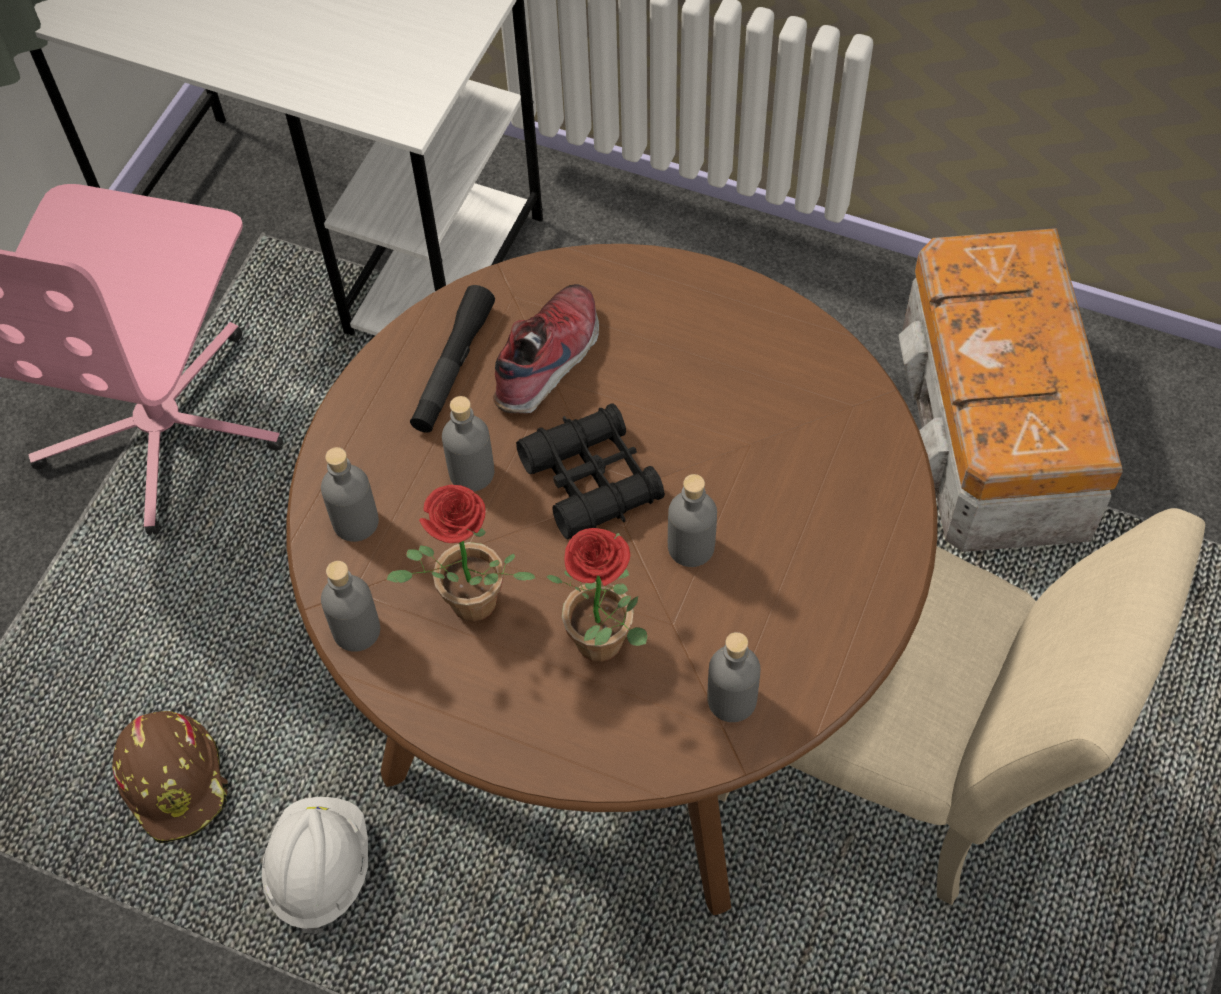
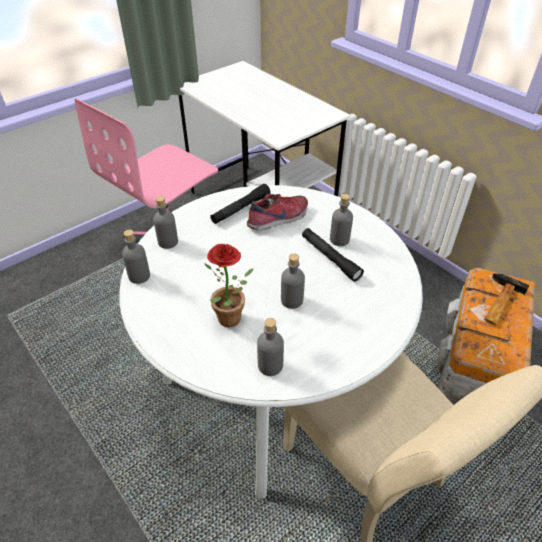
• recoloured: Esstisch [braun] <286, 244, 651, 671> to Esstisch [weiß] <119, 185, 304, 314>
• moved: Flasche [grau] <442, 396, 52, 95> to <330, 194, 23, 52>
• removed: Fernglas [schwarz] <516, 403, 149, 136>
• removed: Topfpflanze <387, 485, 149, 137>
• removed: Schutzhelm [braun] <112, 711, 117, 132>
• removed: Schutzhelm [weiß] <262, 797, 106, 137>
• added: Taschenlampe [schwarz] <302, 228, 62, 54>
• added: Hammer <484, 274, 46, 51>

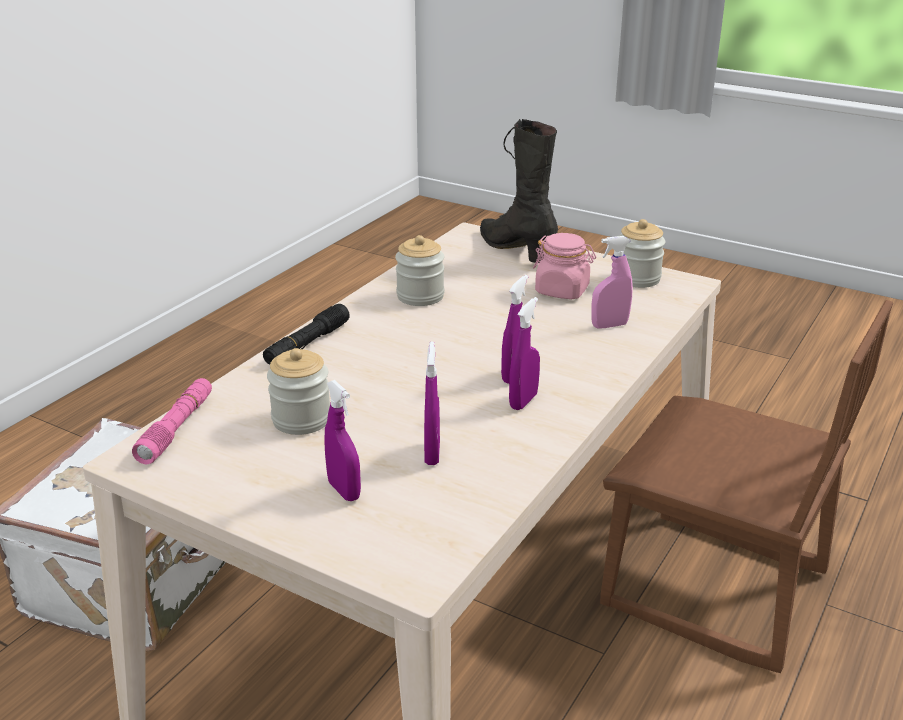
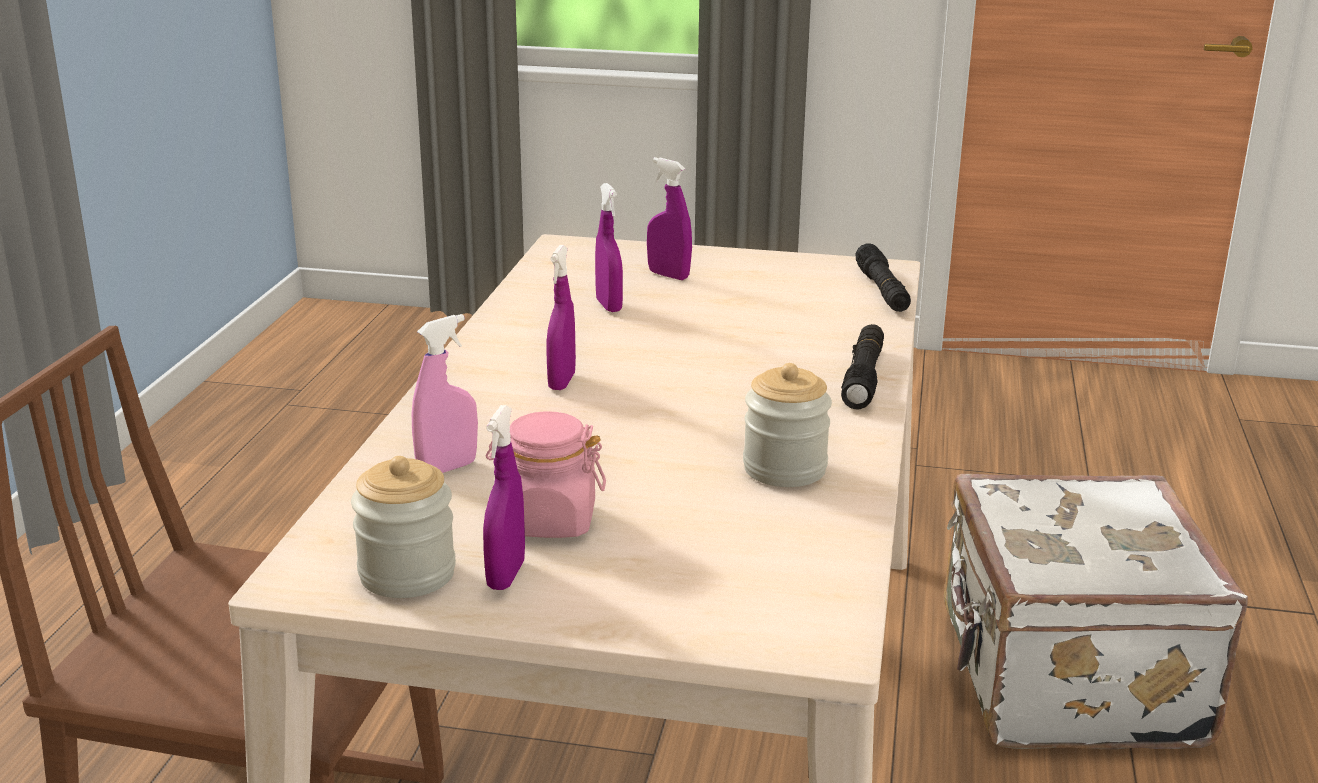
• removed: Stiefel [schwarz] <480, 119, 78, 144>
• moved: Sprühflasche [lila] <509, 297, 31, 113> to <483, 405, 42, 185>
• removed: Vorratsglas <267, 348, 63, 87>
• recoloured: Taschenlampe [rosa] <132, 378, 80, 86> to Taschenlampe [schwarz] <855, 244, 56, 68>

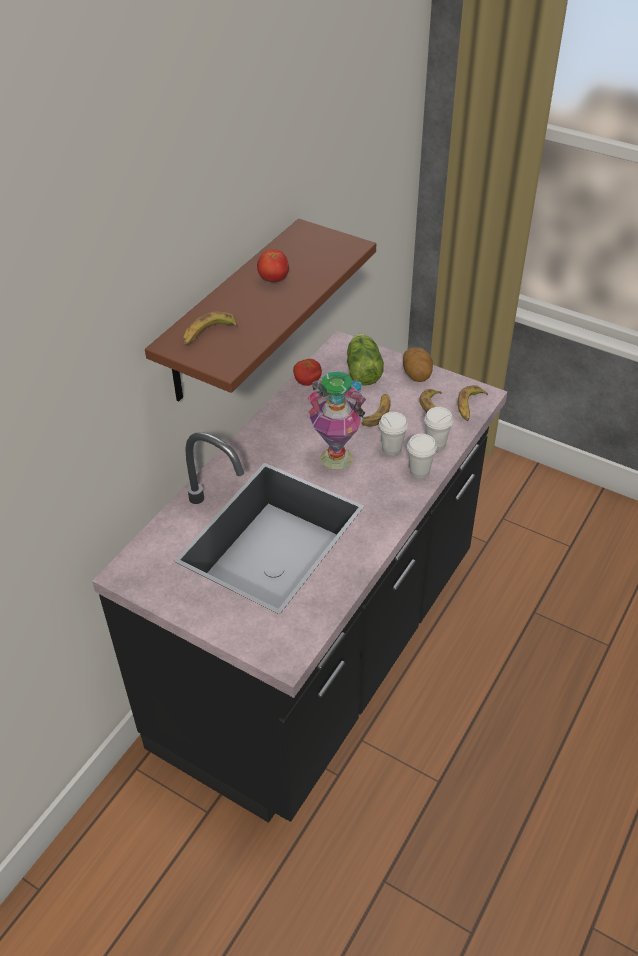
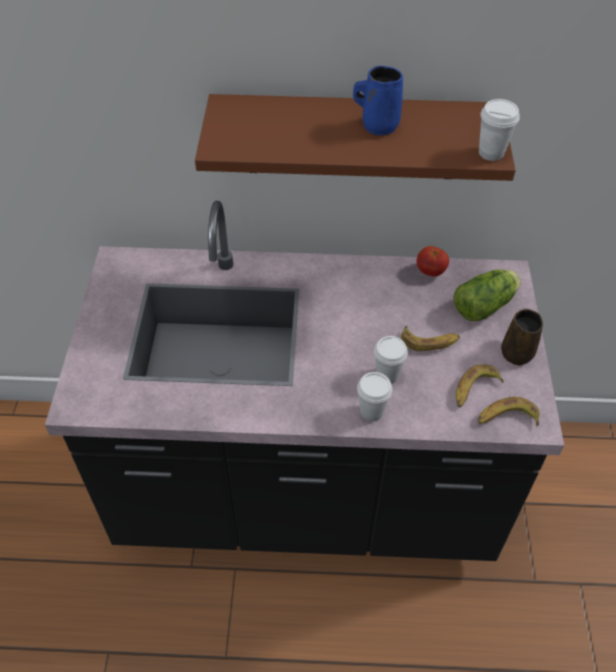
• replaced: Tomate <257, 249, 32, 33> to Henkelbecher [blau] <353, 66, 50, 69>
• removed: Banane <183, 311, 55, 35>
• replaced: Kartoffel <403, 347, 30, 35> to Henkelbecher [braun] <501, 309, 42, 56>
• removed: Vase <308, 371, 58, 98>
• moved: Tasse [weiß] <424, 407, 29, 44> to <479, 99, 41, 62>

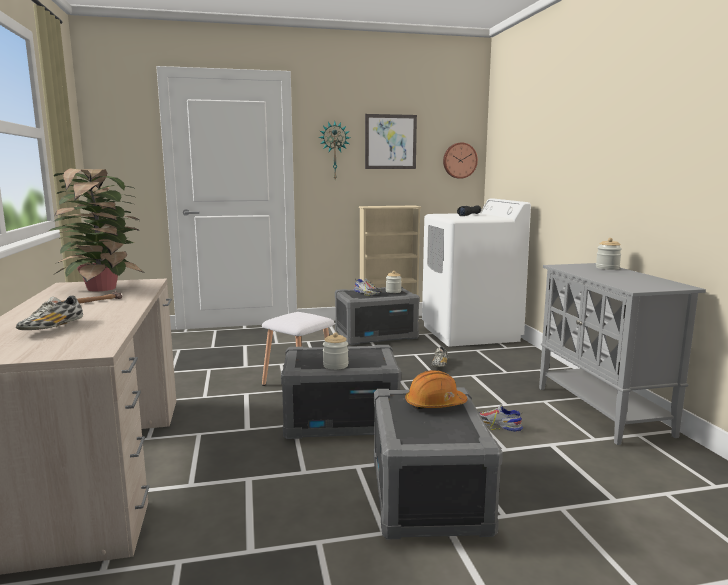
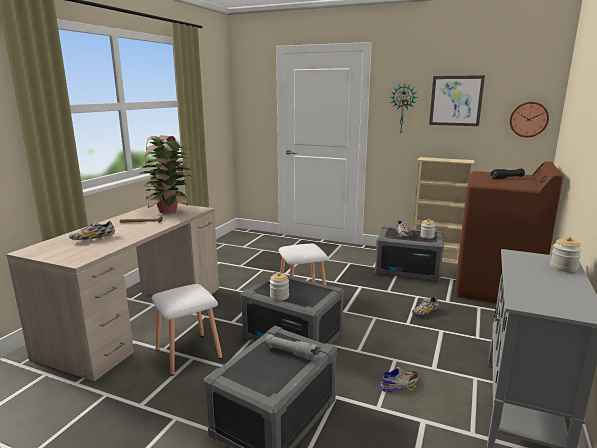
• recoloured: Waschmaschine [weiß] <422, 199, 109, 147> to Waschmaschine [braun] <455, 162, 109, 141>
• replaced: Schutzhelm [orange] <405, 370, 62, 39> to Taschenlampe [grau] <265, 334, 53, 26>
• turned: Schuh <479, 405, 44, 27> = <380, 367, 39, 25> 90 degrees clockwise
• added: Hocker [weiß] <152, 284, 70, 92>

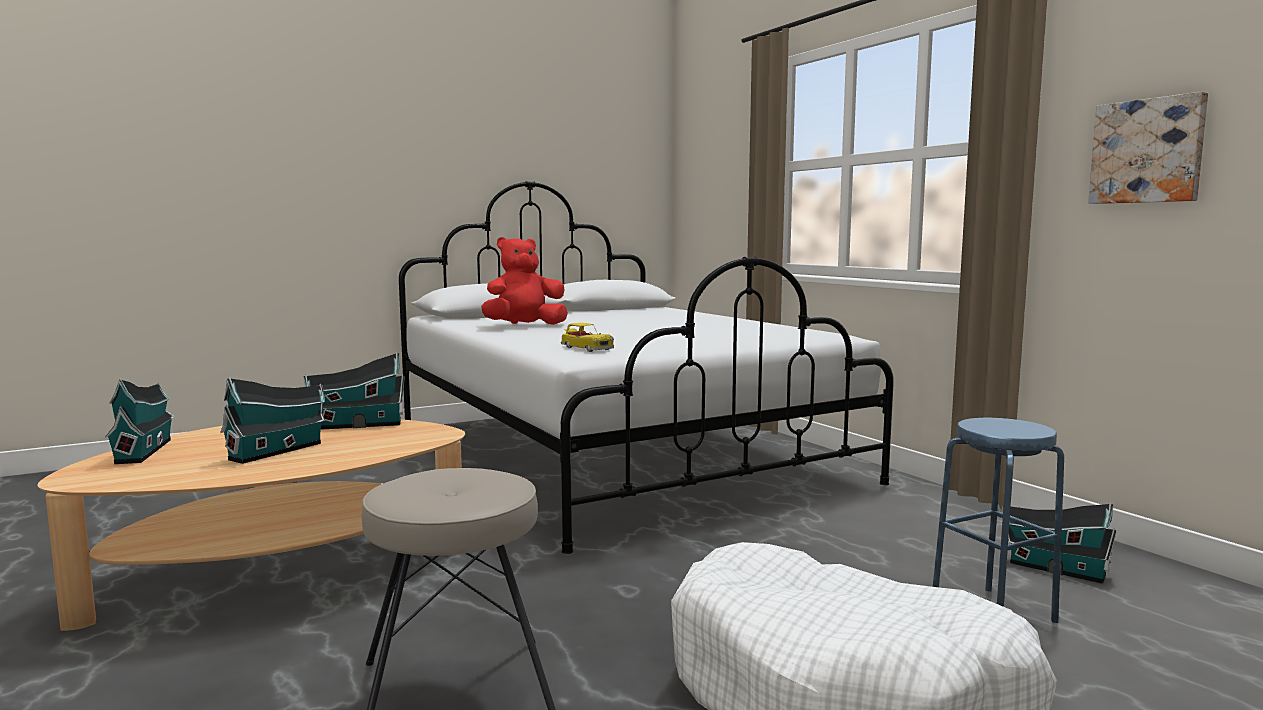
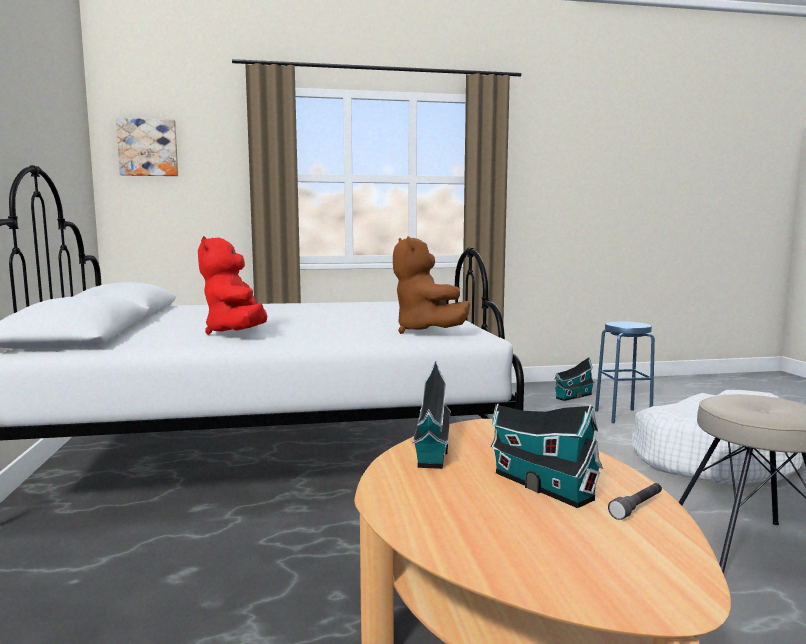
• moved: Bild <1088, 92, 120, 112> to <116, 118, 62, 58>
• replaced: Spielzeugauto <561, 323, 53, 29> to Plüschtier [braun] <393, 236, 77, 98>
• removed: Spielzeughaus <105, 379, 70, 85>
• added: Taschenlampe [grau] <608, 483, 54, 37>

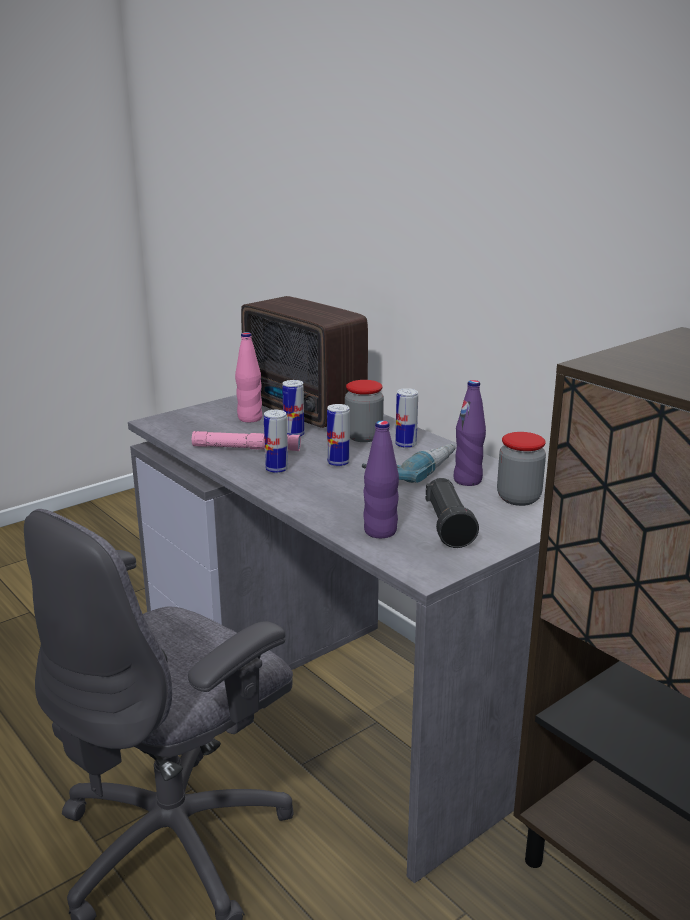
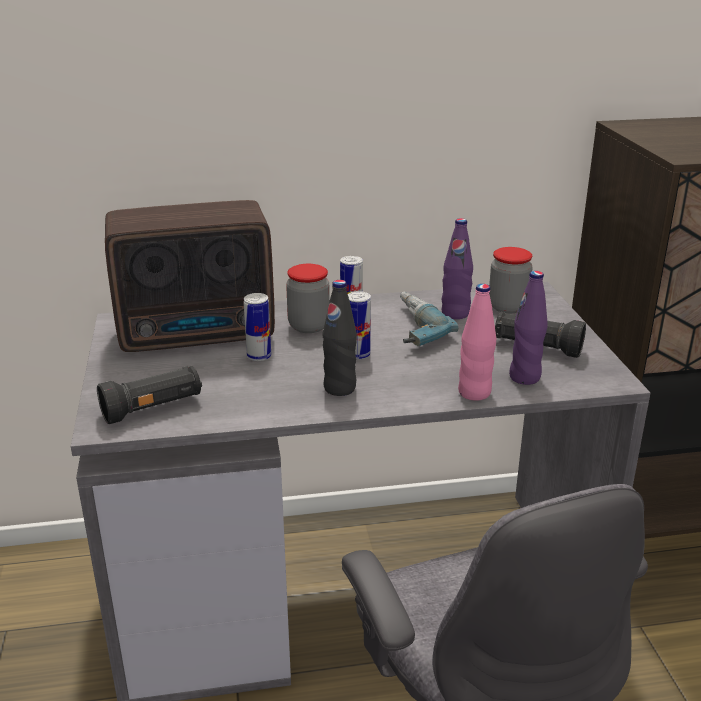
• moved: Flasche [rosa] <235, 332, 27, 90> to <458, 284, 38, 117>
• replaced: Dose <264, 410, 24, 63> to Flasche [schwarz] <322, 280, 35, 116>
• removed: Taschenlampe [rosa] <192, 431, 109, 20>
• added: Taschenlampe [schwarz] <97, 366, 105, 58>

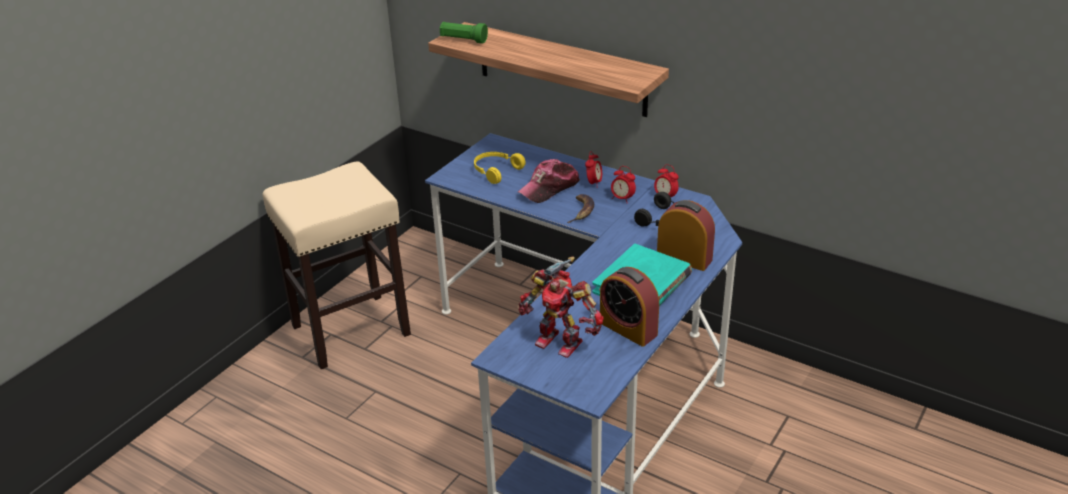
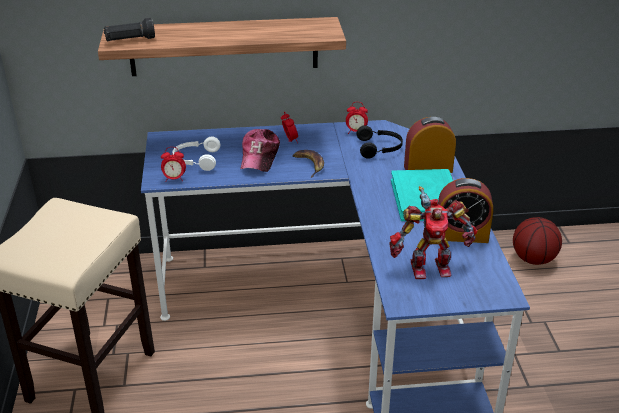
• recoloured: Taschenlampe [grün] <440, 22, 48, 22> to Taschenlampe [schwarz] <104, 18, 51, 23>
• recoloured: Kopfhörer [gelb] <474, 152, 52, 32> to Kopfhörer [weiß] <172, 136, 48, 35>
• moved: Wecker <611, 166, 25, 36> to <161, 147, 25, 35>
• added: Basketball <513, 217, 49, 48>

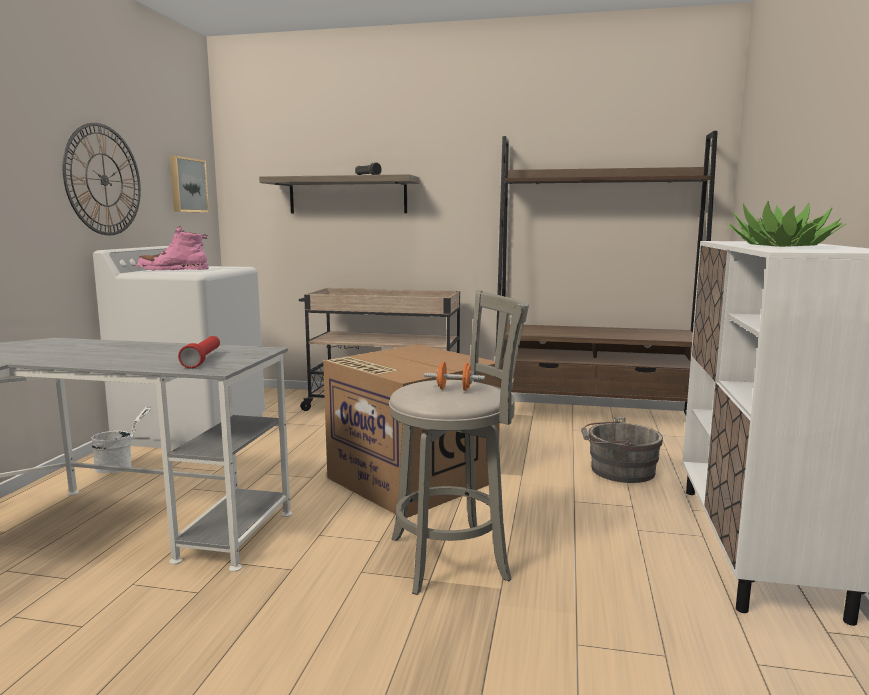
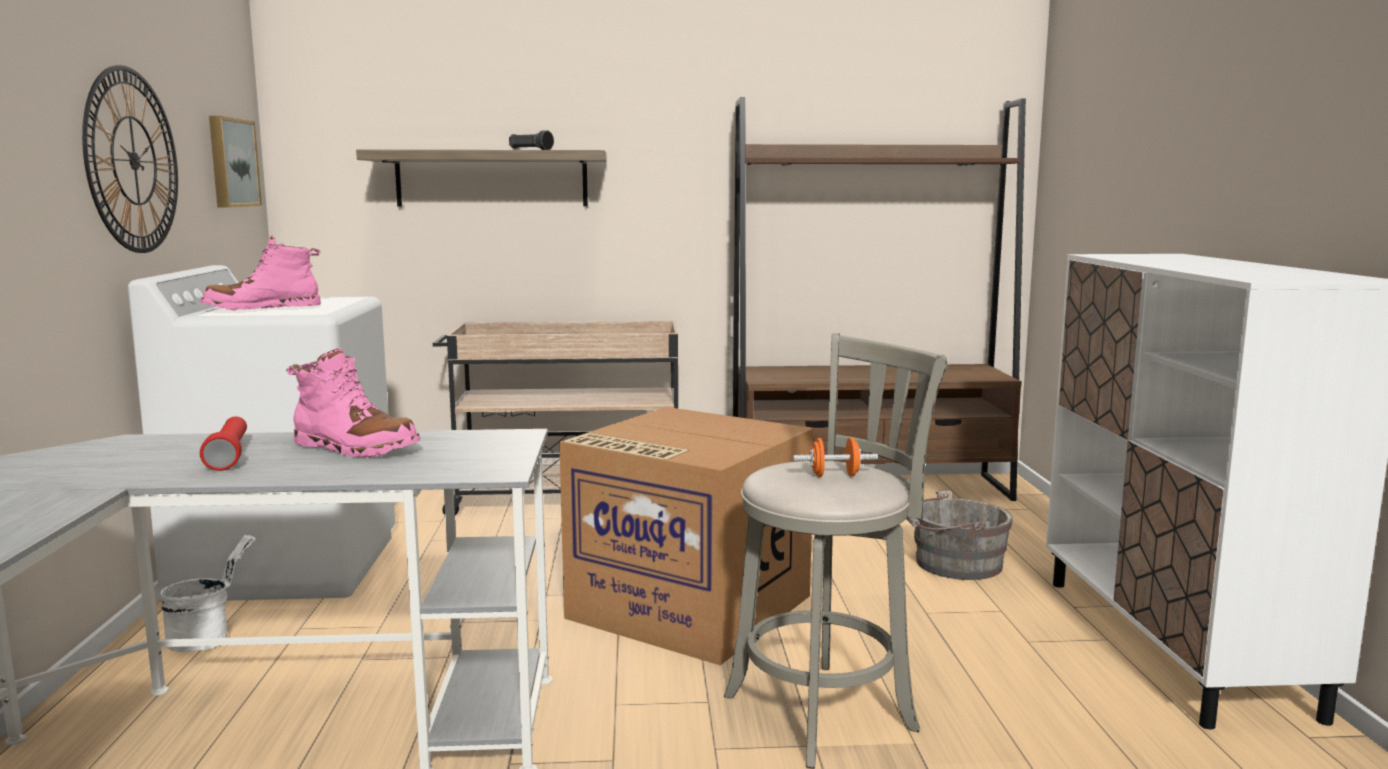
• removed: Topfpflanze <727, 201, 119, 46>
• moved: Taschenlampe [rot] <178, 336, 42, 33> to <200, 416, 47, 55>
• added: Stiefel [rosa] <286, 348, 135, 110>

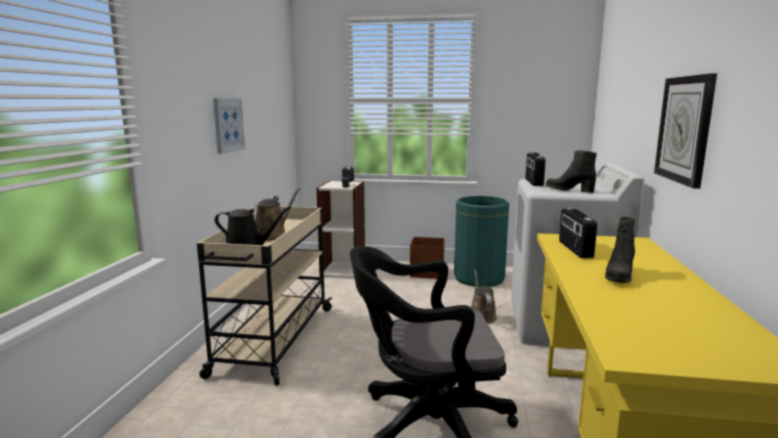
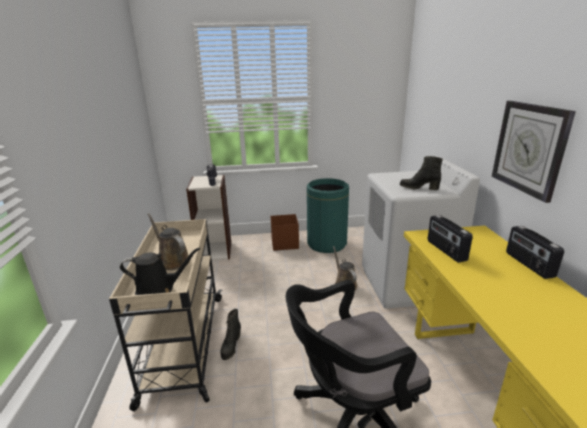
• removed: Bild <213, 98, 32, 56>
• moved: Radio <525, 152, 20, 34> to <506, 226, 58, 53>
• turned: Gießkanne [braun] <249, 188, 52, 53> = <147, 213, 43, 57> 60 degrees counterclockwise
• moved: Stiefel [schwarz] <605, 217, 30, 66> to <221, 309, 20, 51>

